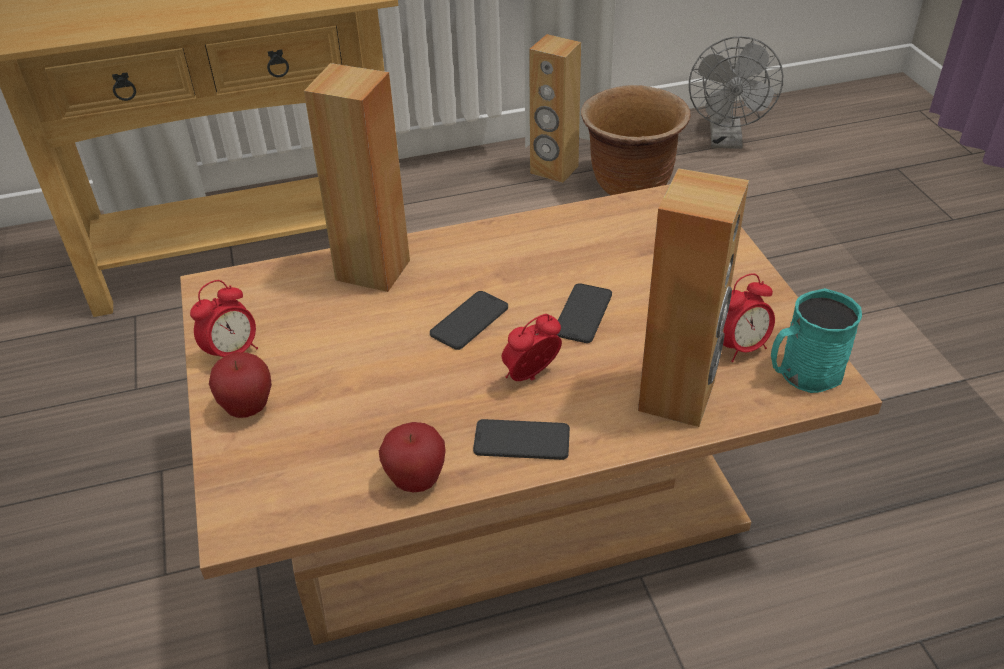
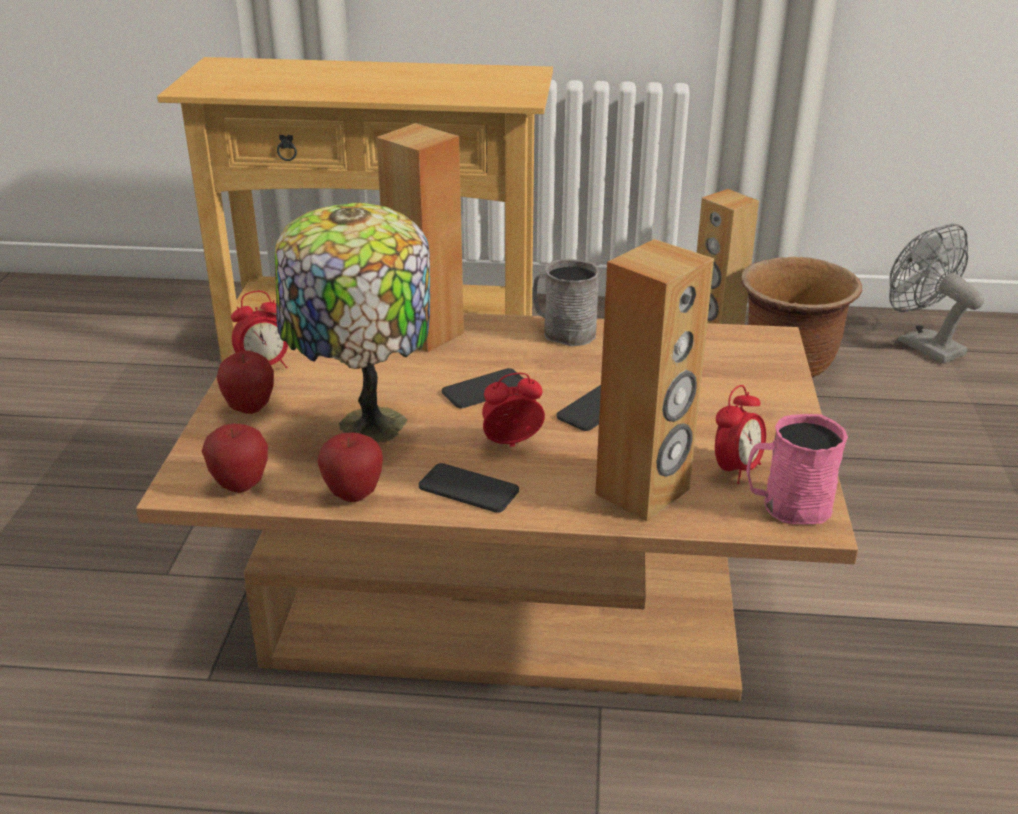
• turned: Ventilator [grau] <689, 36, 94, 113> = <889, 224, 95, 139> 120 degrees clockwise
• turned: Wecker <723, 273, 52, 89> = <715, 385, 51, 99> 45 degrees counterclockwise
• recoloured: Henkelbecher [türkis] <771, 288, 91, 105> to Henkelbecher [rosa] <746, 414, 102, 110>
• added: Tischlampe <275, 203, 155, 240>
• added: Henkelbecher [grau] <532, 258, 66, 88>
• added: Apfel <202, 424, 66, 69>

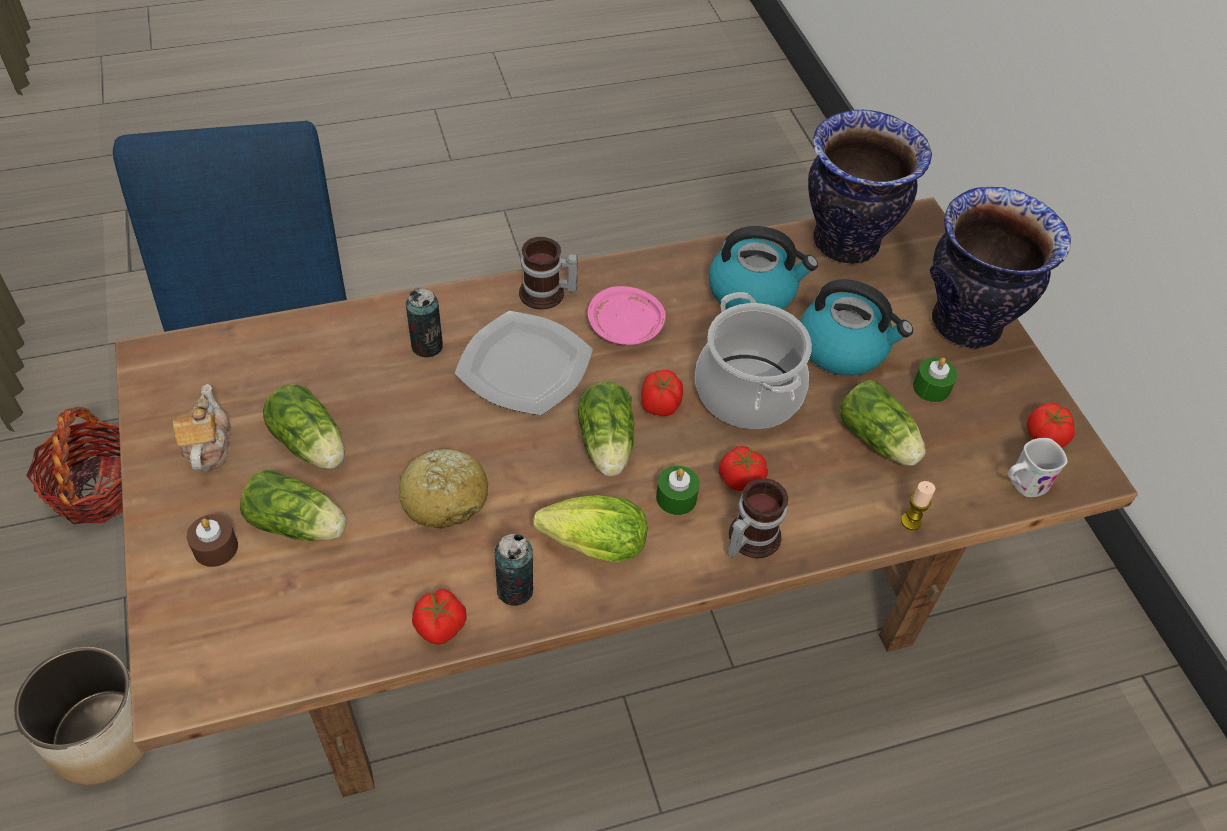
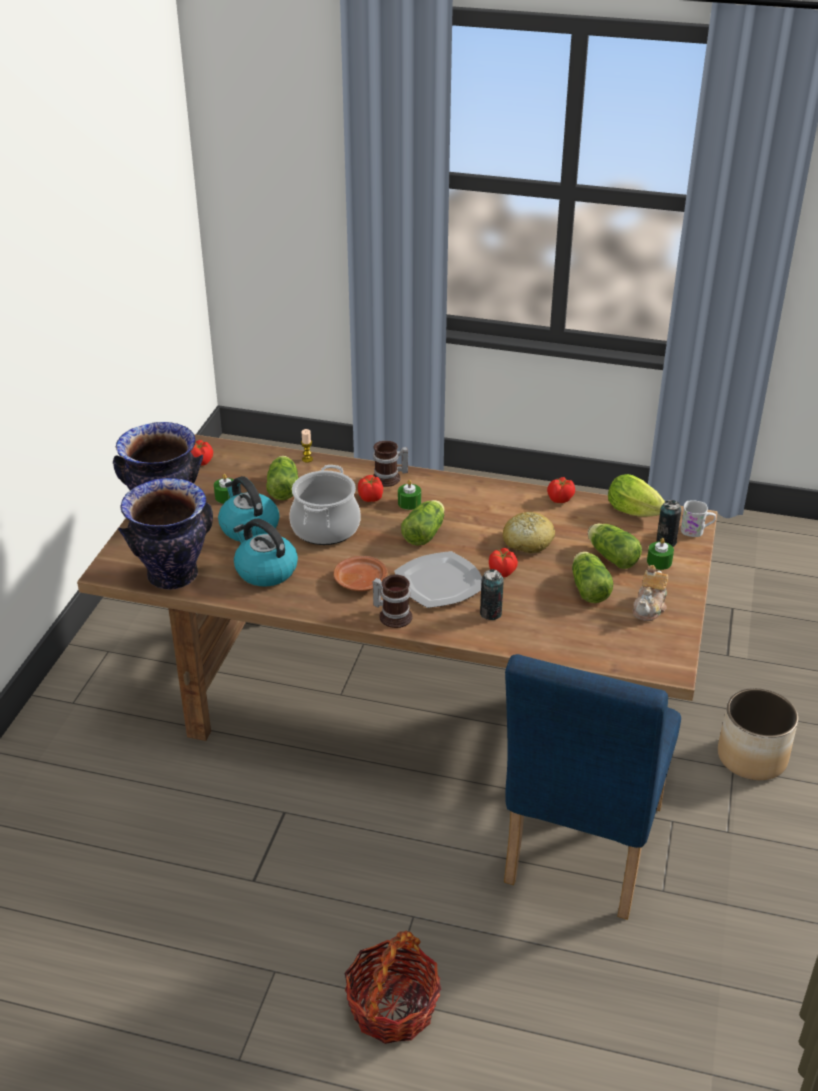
• recoloured: Teller [rosa] <587, 286, 79, 59> to Teller [braun] <334, 556, 53, 35>
• moved: Tomate <641, 370, 42, 46> to <489, 548, 29, 29>
• moved: Korb <26, 407, 97, 117> to <345, 930, 96, 114>
• moved: Henkelbecher [weiß] <1007, 438, 61, 59> to <681, 500, 35, 37>
• moved: Salatkopf <533, 495, 114, 67> to <608, 474, 57, 43>
• recoloured: Kerze [braun] <187, 514, 51, 53> to Kerze [grün] <647, 538, 27, 32>
• moved: Dose <495, 534, 38, 72> to <656, 500, 26, 47>

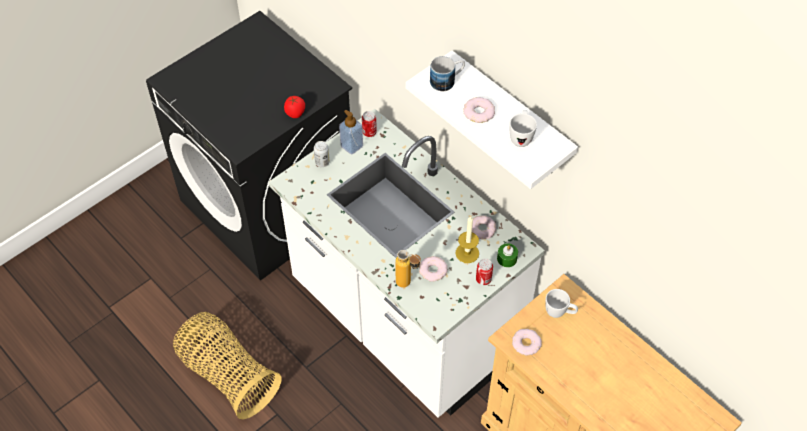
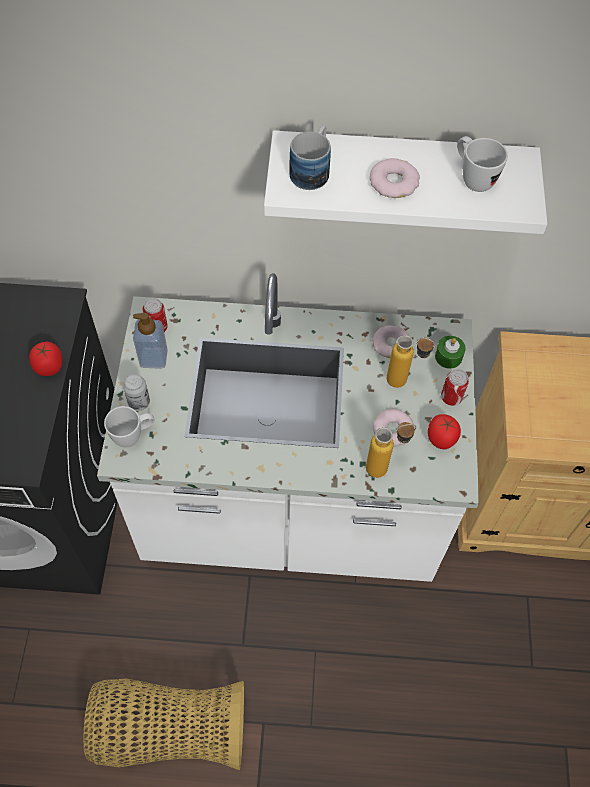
• replaced: Kerze <456, 216, 23, 47> to Flasche <387, 335, 48, 53>
• moved: Henkelbecher [weiß] <545, 289, 33, 29> to <104, 406, 51, 41>
• removed: Donut <512, 329, 30, 26>
• added: Tomate <428, 414, 33, 35>

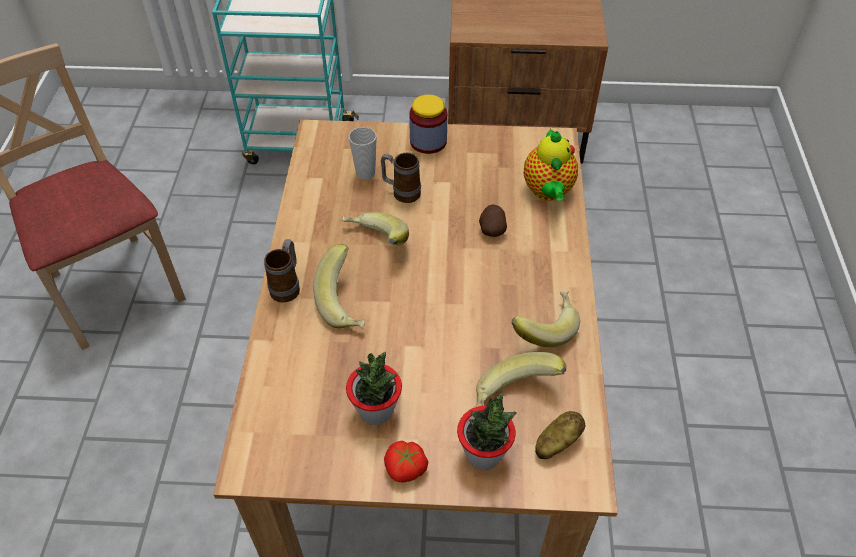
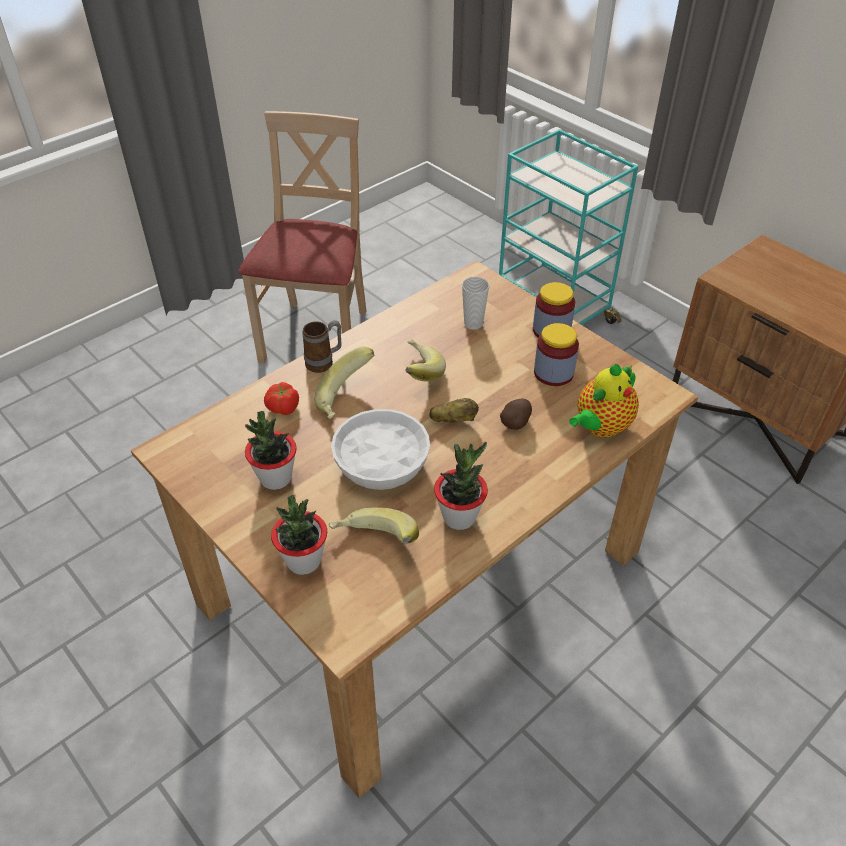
• removed: Henkelbecher <381, 153, 40, 50>
• replaced: Banane <512, 290, 68, 57> to Topfpflanze <434, 442, 54, 88>
• moved: Kartoffel <535, 411, 51, 48> to <429, 398, 50, 24>
• moved: Tomate <384, 441, 45, 42> to <264, 382, 35, 33>
• added: Vorratsglas <534, 323, 45, 63>
• added: Schüssel [weiß] <331, 409, 99, 81>

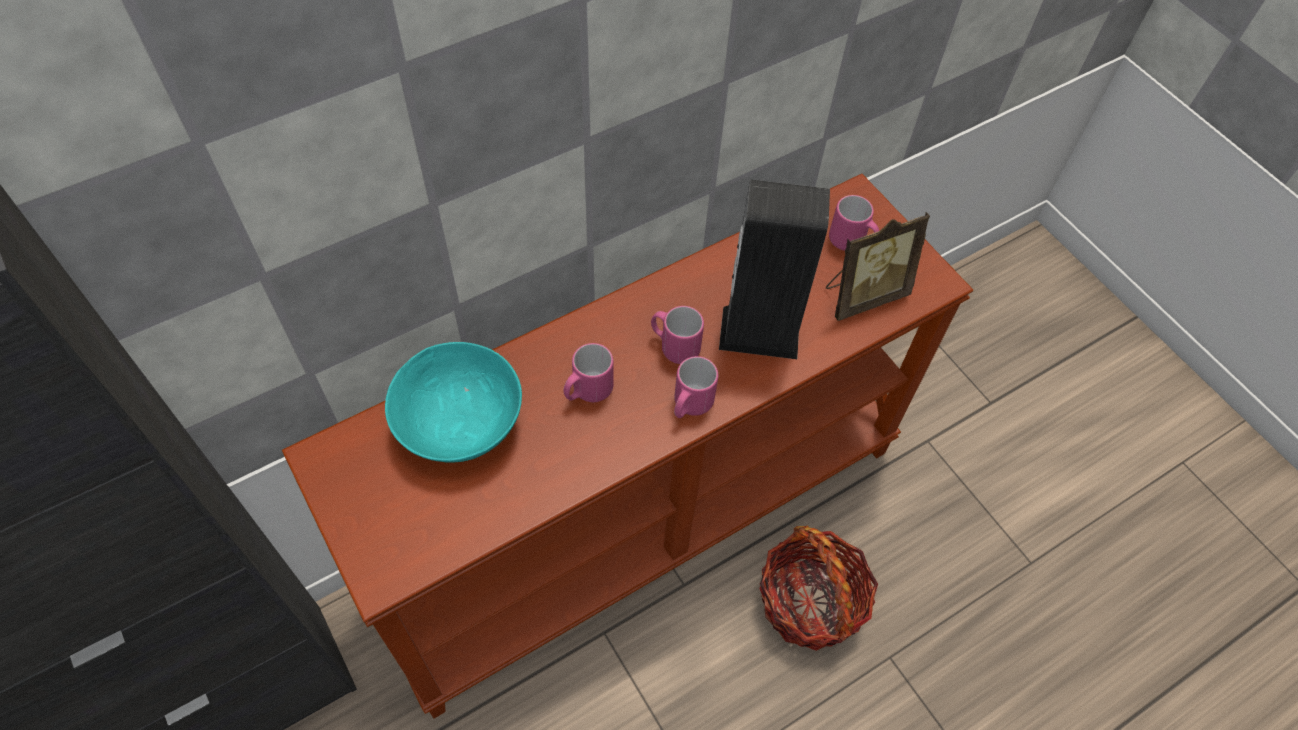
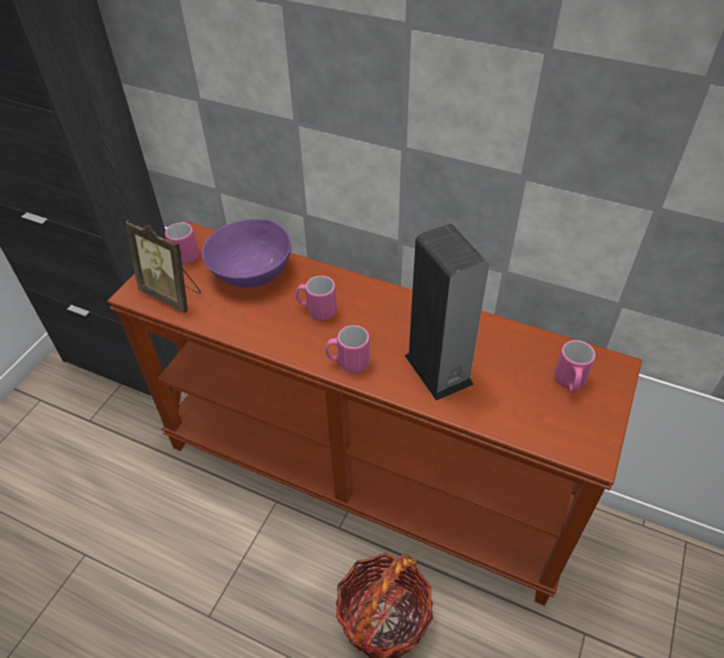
• moved: Bilderrahmen <826, 212, 104, 109> to <125, 220, 76, 93>
• moved: Henkelbecher [rosa] <651, 306, 53, 58> to <165, 222, 34, 43>
• recoloured: Schüssel [türkis] <385, 342, 137, 121> to Schüssel [lila] <202, 219, 89, 69>

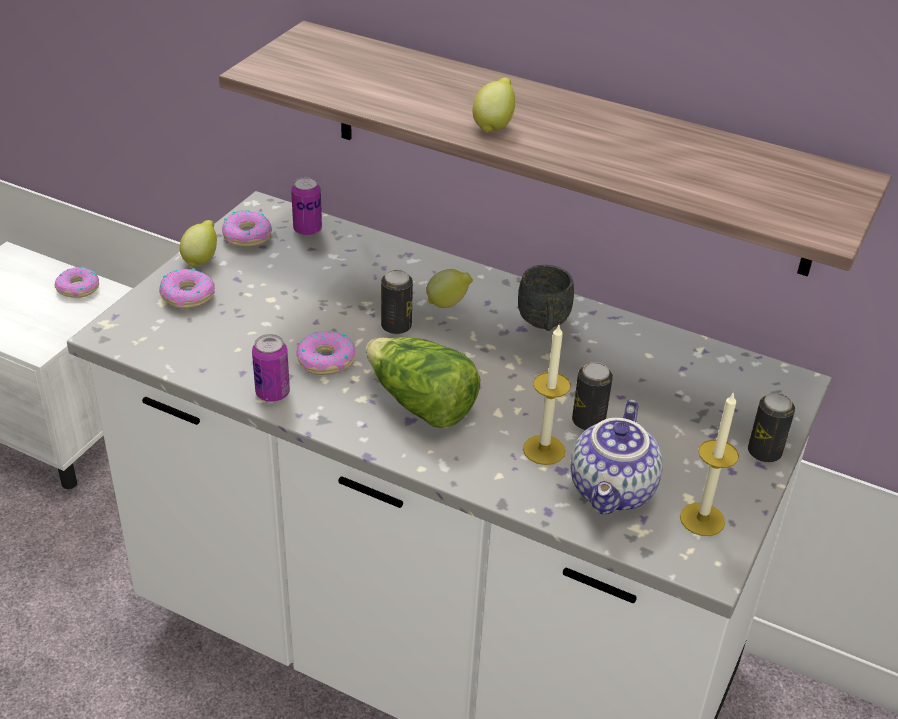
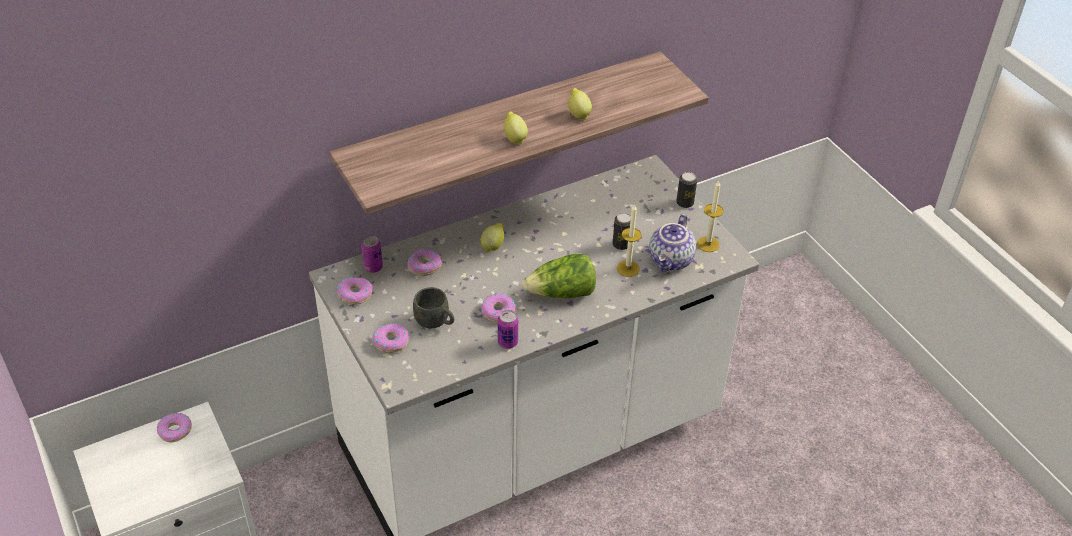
• moved: Zitrone <179, 220, 38, 48> to <568, 88, 24, 31>
• moved: Henkelbecher [grau] <518, 265, 56, 66> to <413, 287, 41, 41>
• removed: Dose <381, 270, 32, 64>
• turned: Teekanne <571, 399, 92, 115> = <649, 214, 47, 58> 60 degrees clockwise
• added: Donut <407, 248, 35, 28>

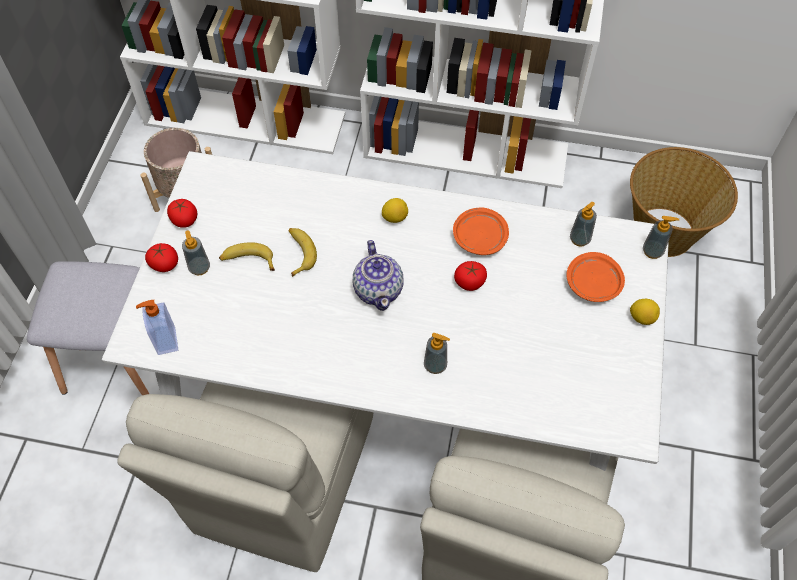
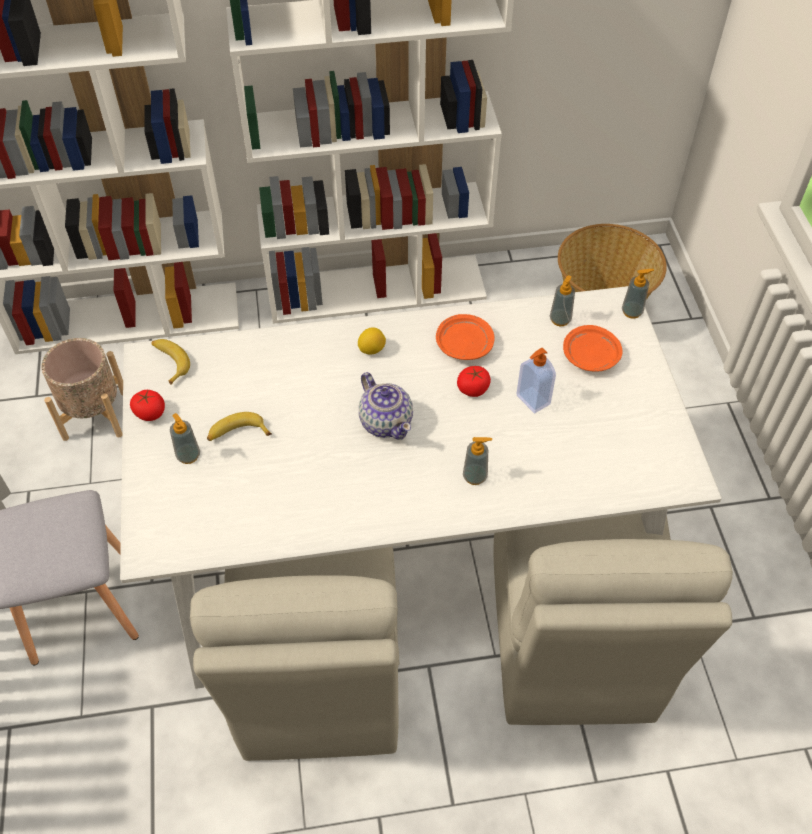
• moved: Banane <288, 228, 29, 49> to <151, 339, 39, 46>
• removed: Tomate <145, 243, 33, 29>
• removed: Zitrone <630, 299, 30, 26>
• moved: Seifenspender <136, 300, 42, 55> to <516, 348, 40, 65>

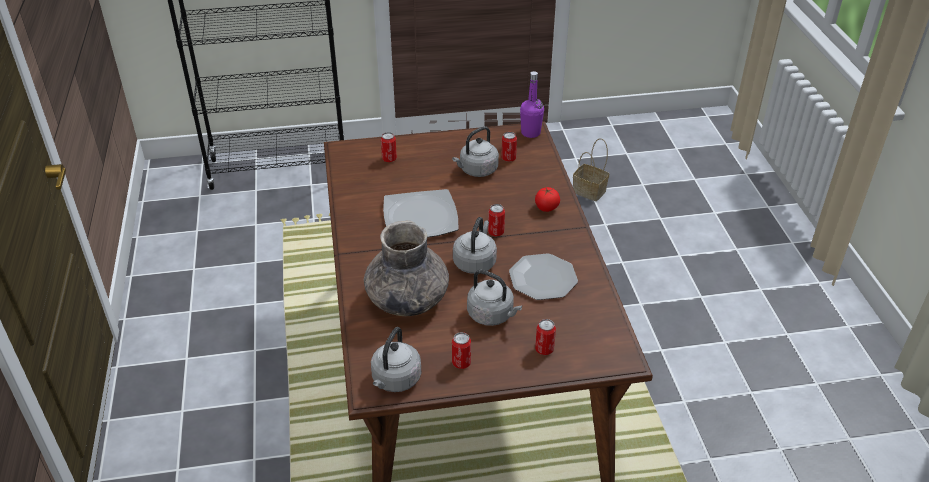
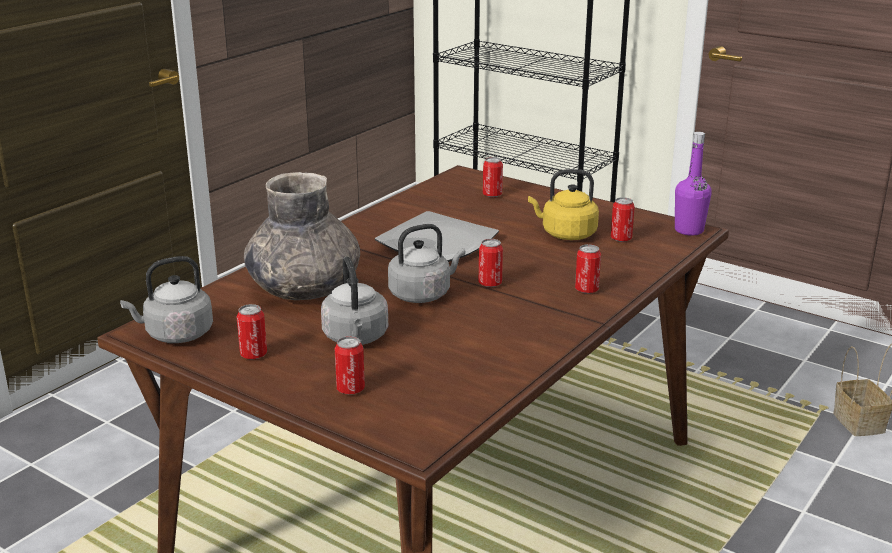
• recoloured: Wasserkessel [grau] <452, 126, 47, 51> to Wasserkessel [gelb] <528, 169, 71, 71>
• replaced: Tomate <535, 187, 25, 25> to Dose <575, 244, 26, 50>
• removed: Teller <509, 253, 69, 47>

